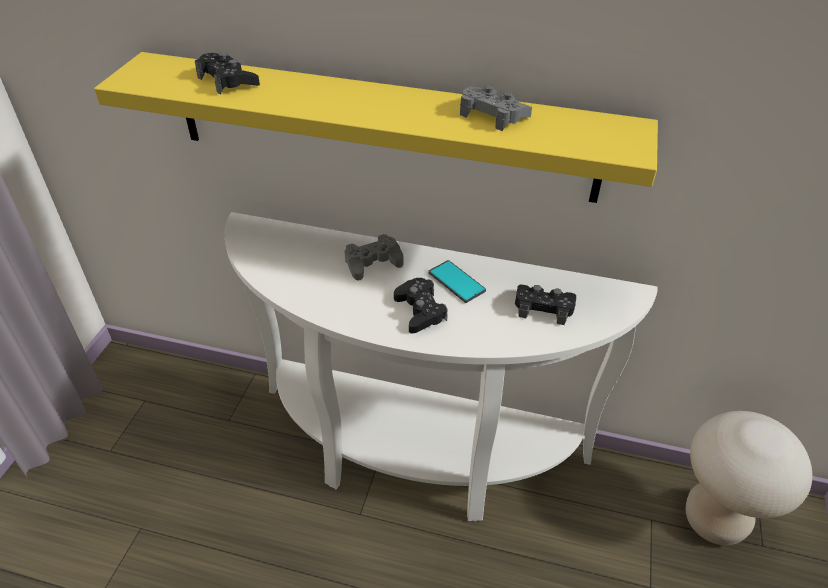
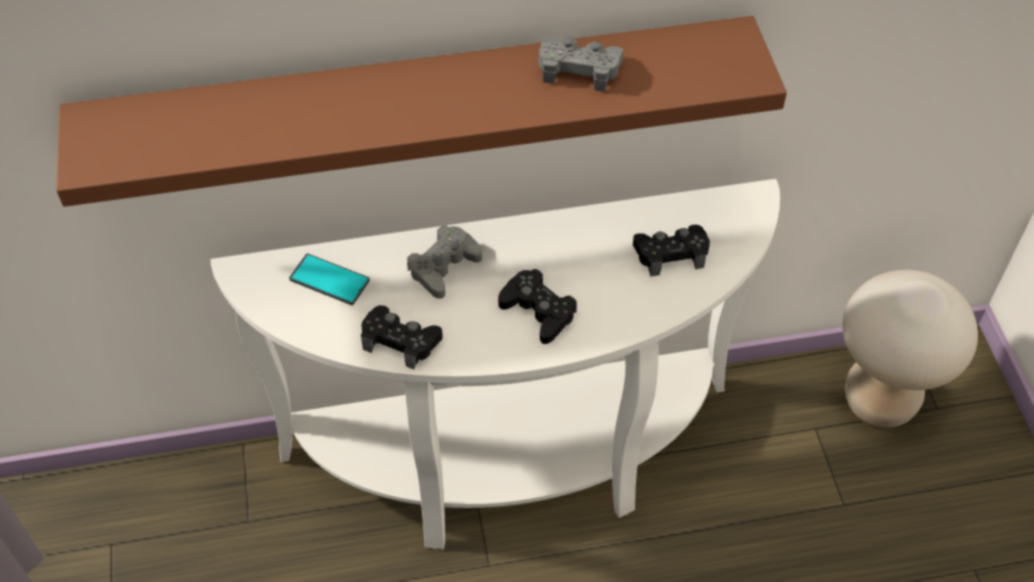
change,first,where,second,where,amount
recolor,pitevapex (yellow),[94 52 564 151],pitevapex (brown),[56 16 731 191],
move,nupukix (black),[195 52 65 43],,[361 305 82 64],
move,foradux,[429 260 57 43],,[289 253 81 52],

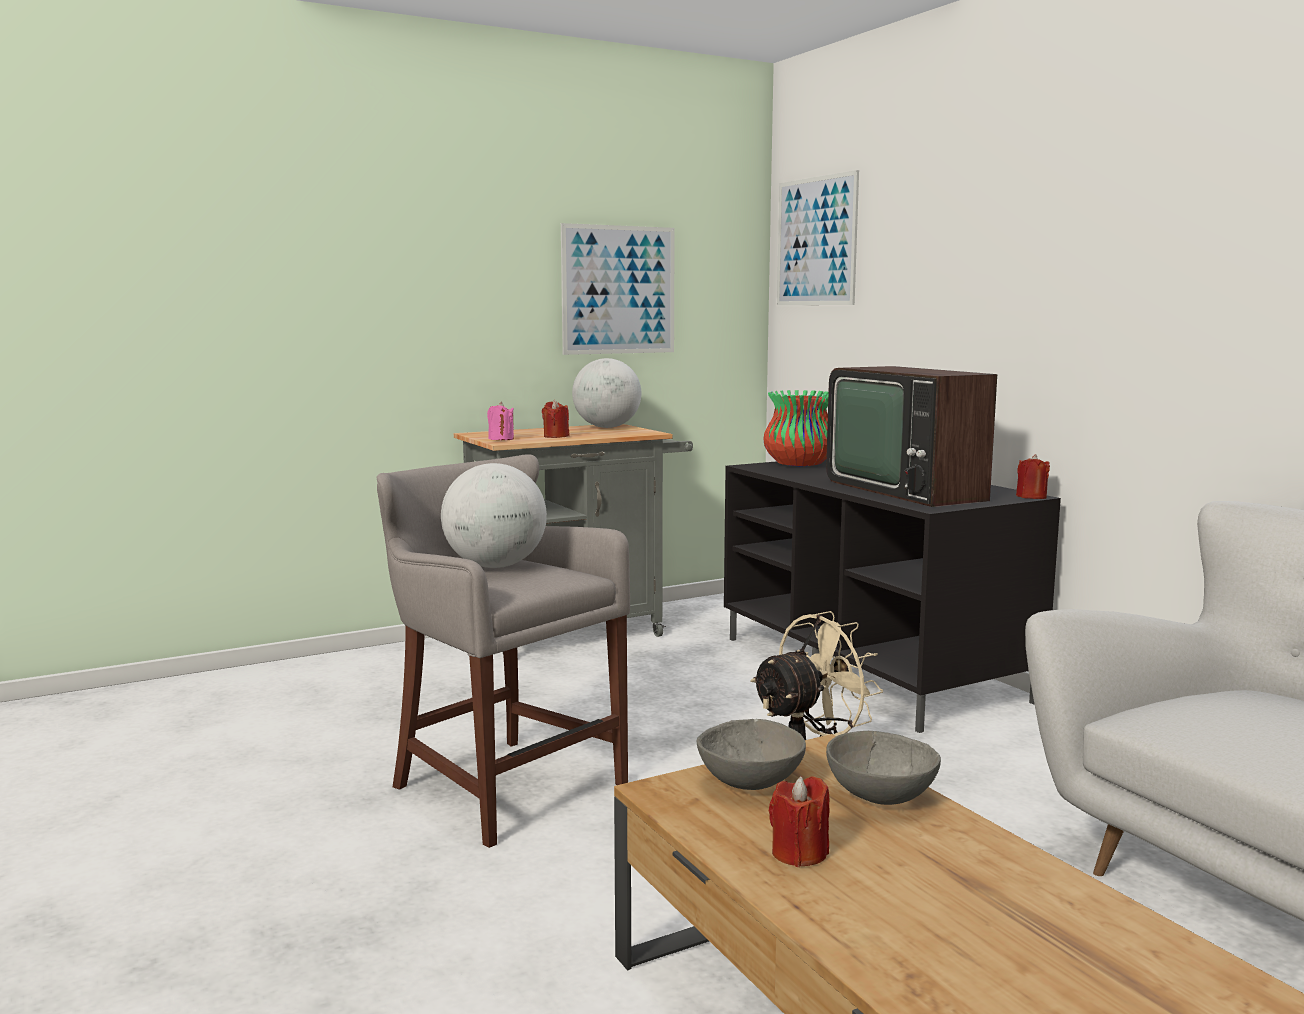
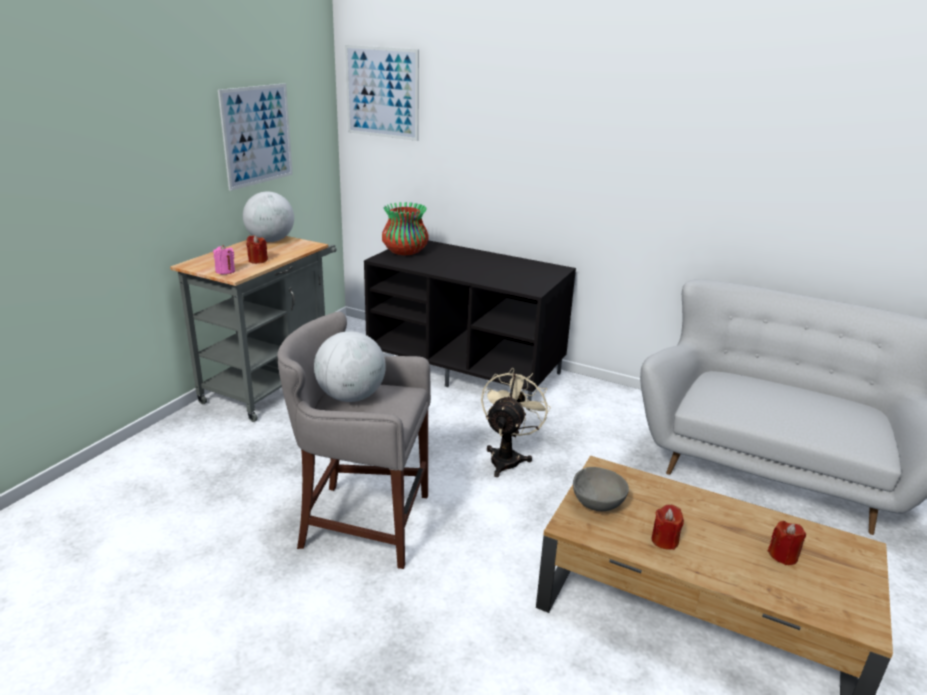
change,first,where,second,where,amount
delete,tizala,[826 366 171 141],,,
delete,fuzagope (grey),[826 731 115 74],,,
move,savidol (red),[1016 454 34 45],,[768 521 38 44],

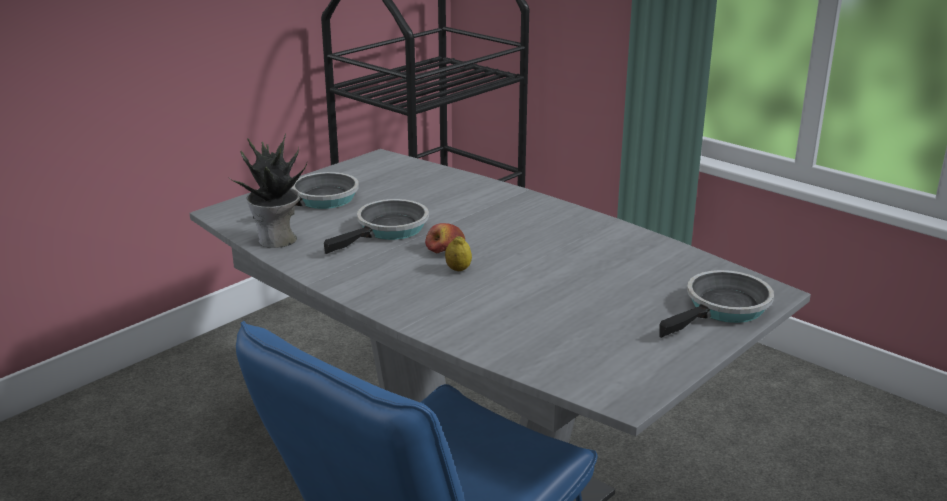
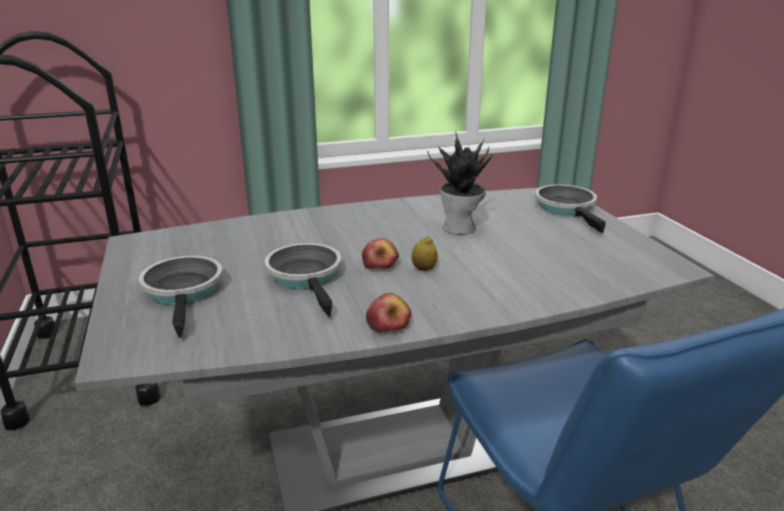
change,first,where,second,where,amount
move,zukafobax,[229 133 78 115],,[427 131 65 104],
insert,,,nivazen,[366 293 46 39],

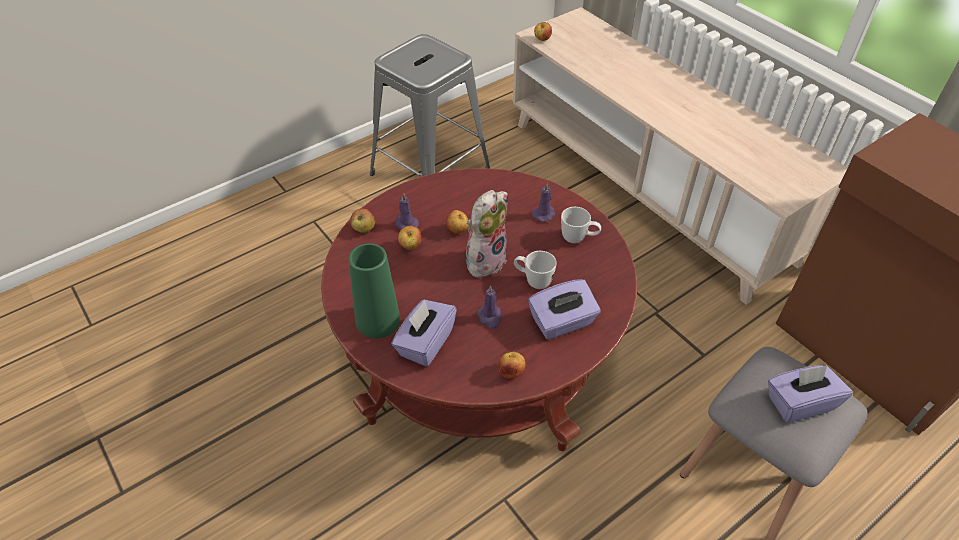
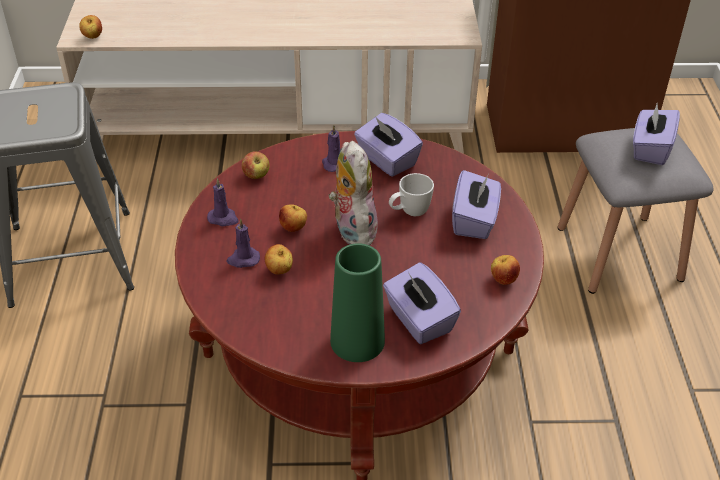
change,first,where,second,where,amount
move,nivazen,[350 208 25 25],,[242 152 28 27],
move,savidol (purple),[477 285 25 44],,[207 178 32 48],
replace,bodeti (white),[561 207 40 36],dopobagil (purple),[354 113 69 64],

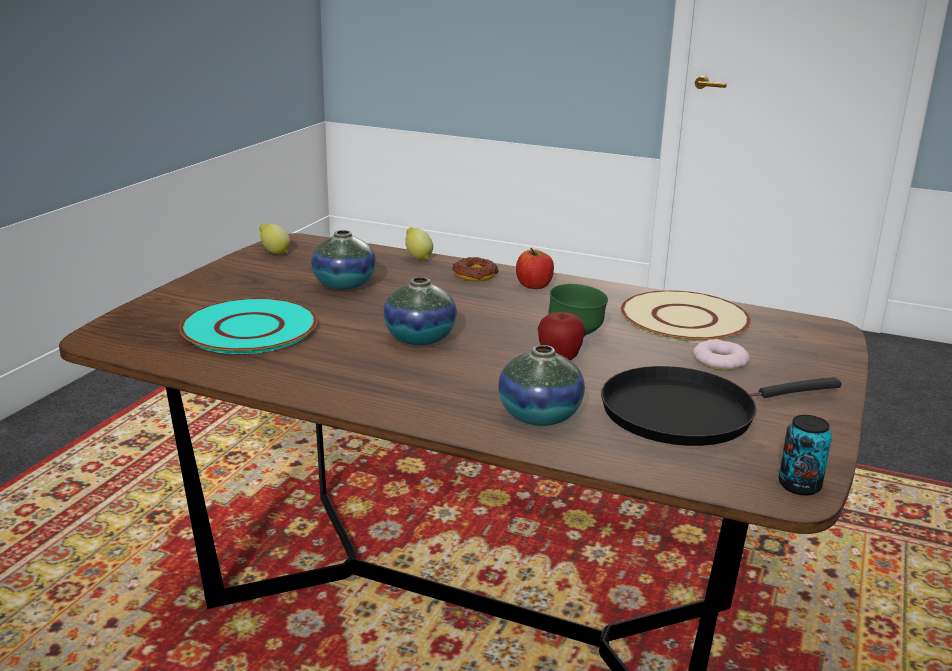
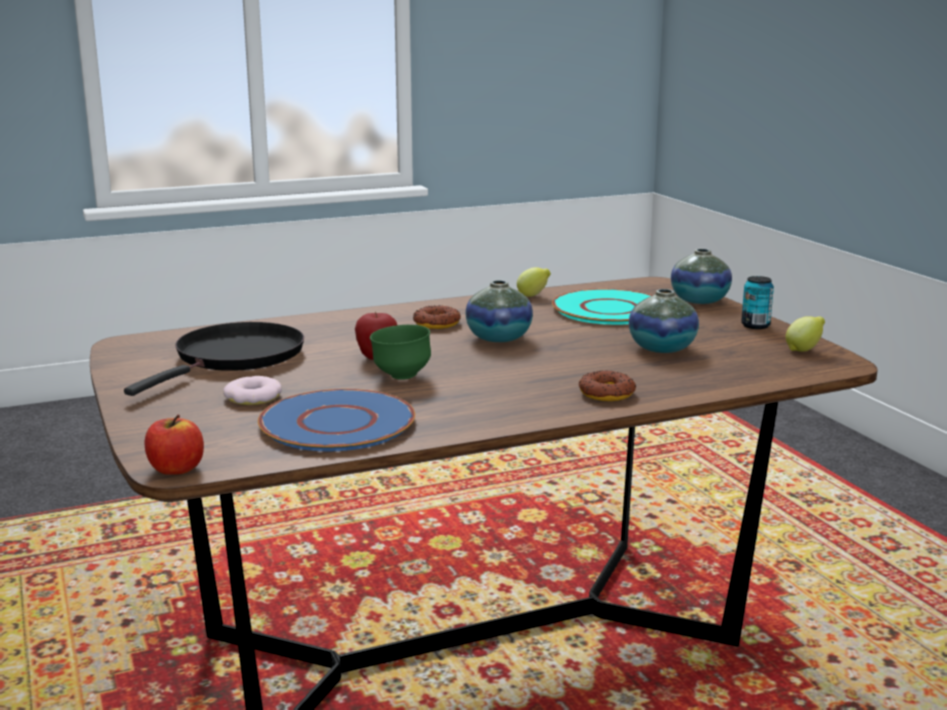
change,first,where,second,where,amount
move,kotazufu,[405 227 28 33],,[517 267 34 30],
move,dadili,[498 345 87 81],,[671 249 61 55],
move,nivazen,[516 248 38 41],,[145 415 59 60],
recolor,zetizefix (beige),[621 290 130 53],zetizefix (blue),[258 389 157 62],
move,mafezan,[779 415 53 81],,[741 276 33 53],
insert,,,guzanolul,[413 305 48 24],

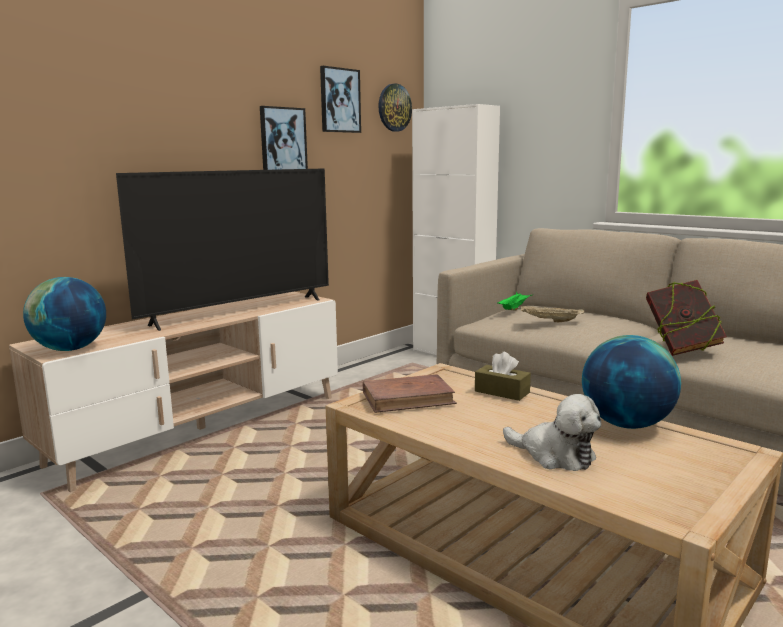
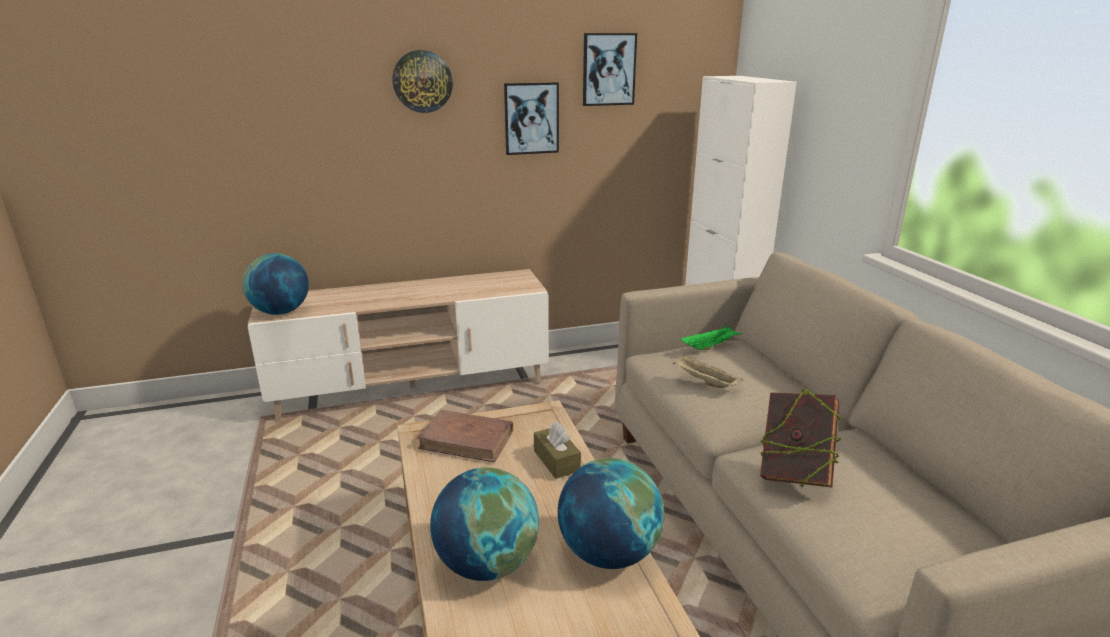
change,first,where,second,where,amount
delete,tizala,[116 169 213 162],,,
move,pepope,[378 84 34 48],,[393 50 60 63],
replace,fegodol,[503 394 98 77],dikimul,[430 467 109 114],

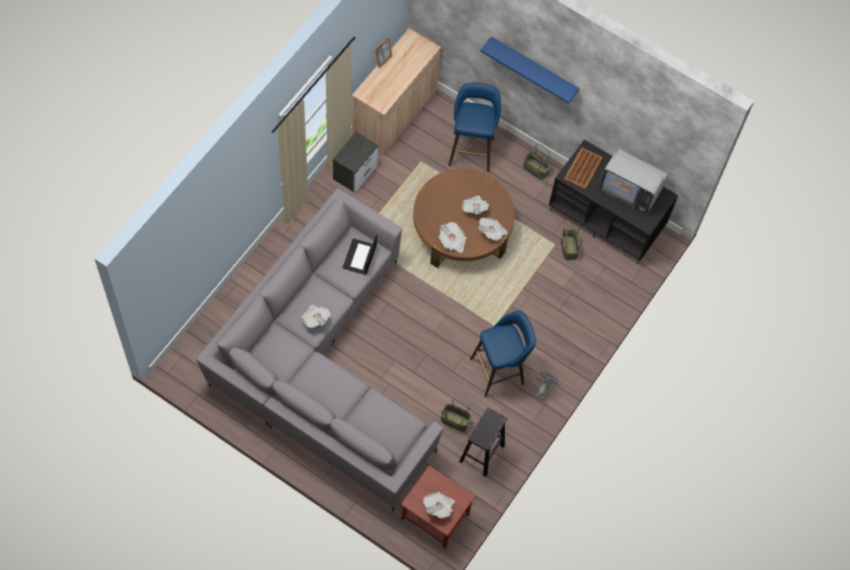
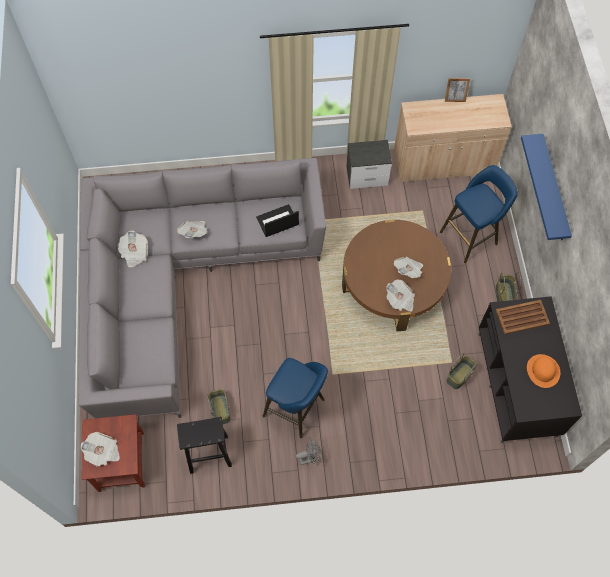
change,first,where,second,where,amount
move,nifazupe,[439 222 28 31],,[118 230 30 38],
replace,tizala,[599 149 69 64],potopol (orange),[527 354 33 34],

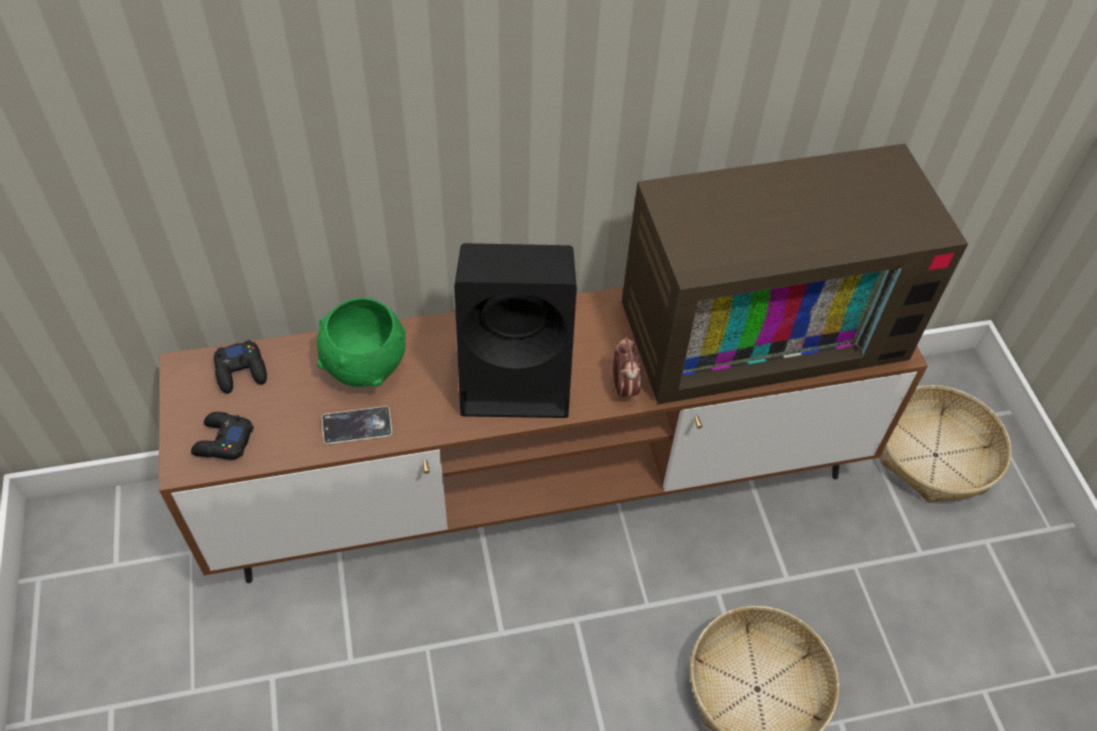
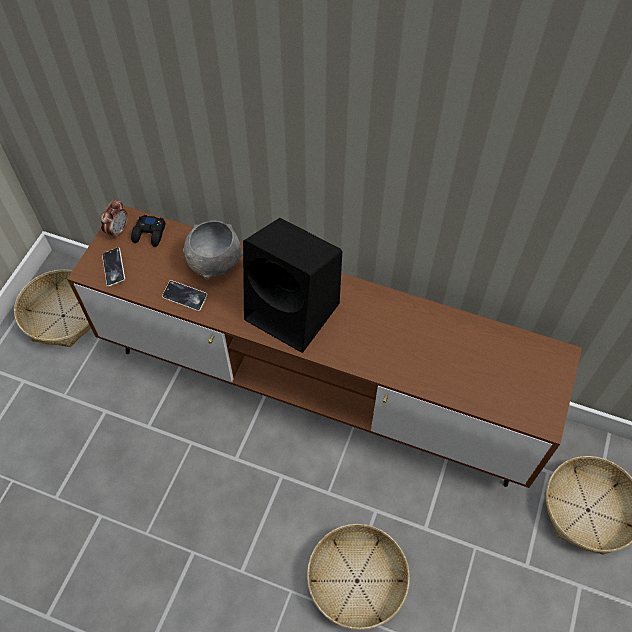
change,first,where,second,where,amount
replace,nupukix (black),[191 412 63 48],foradux,[102 247 23 40],
recolor,fuzagope (green),[317 297 89 90],fuzagope (grey),[183 220 60 60],
move,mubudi,[613 337 28 63],,[100 199 27 40],
delete,tizala,[622 143 346 261],,,
insert,,,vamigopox,[14 269 77 78],

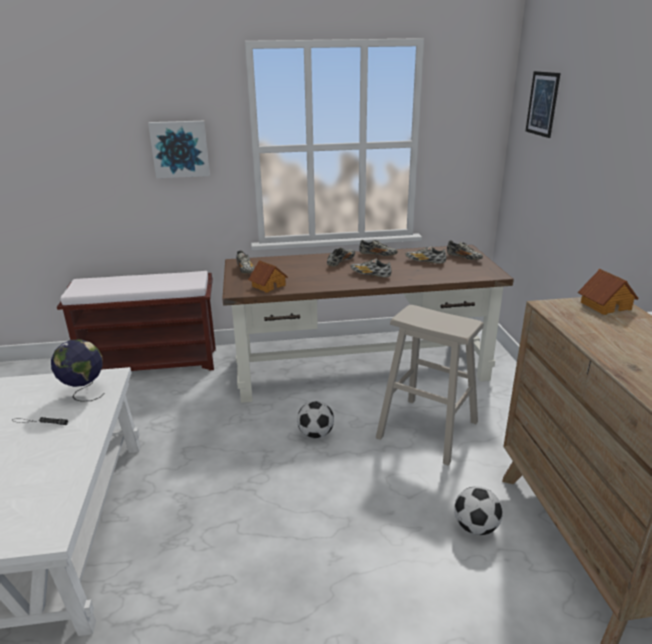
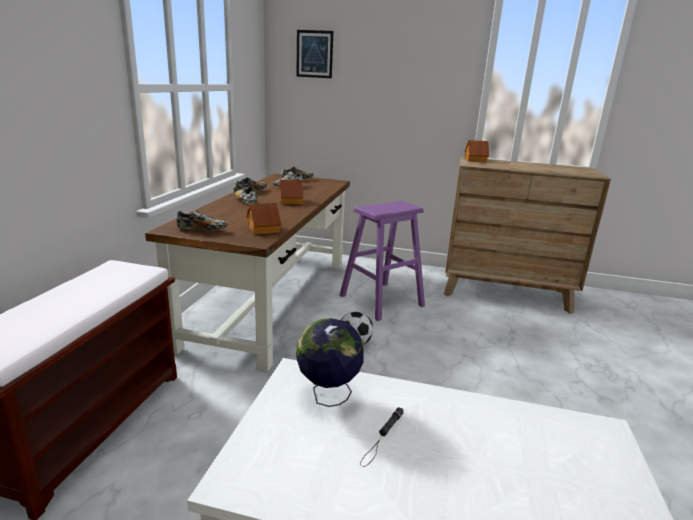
change,first,where,second,where,amount
delete,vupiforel,[148 121 62 57],,,
replace,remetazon,[350 258 42 19],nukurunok,[279 180 24 24],
recolor,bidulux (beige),[376 305 108 161],bidulux (purple),[340 201 85 120],
delete,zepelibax,[454 486 48 49],,,

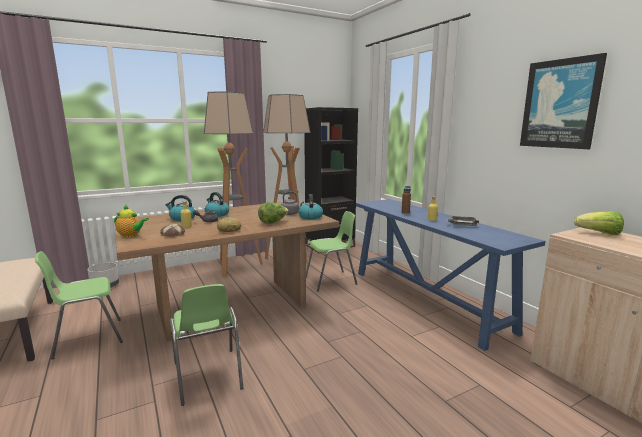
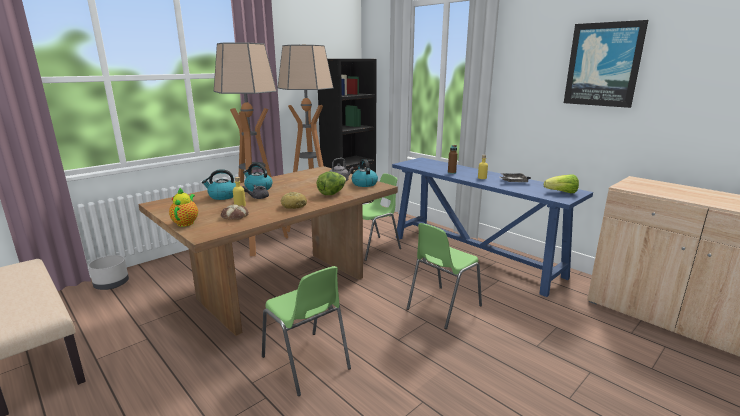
change,first,where,second,where,amount
move,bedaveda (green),[35 251 88 108],,[407 223 75 106],
rotate,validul,[114 205 35 33],,[169 187 29 40],90 degrees counterclockwise
move,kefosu,[574 211 50 24],,[544 174 35 19],

